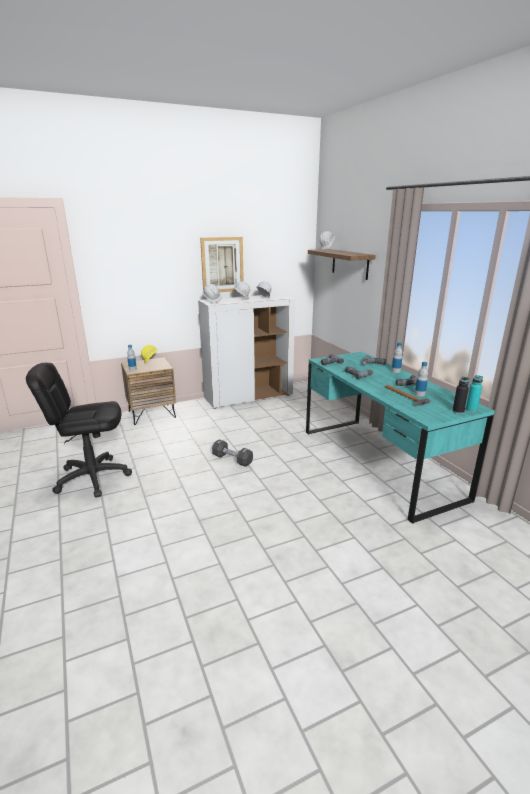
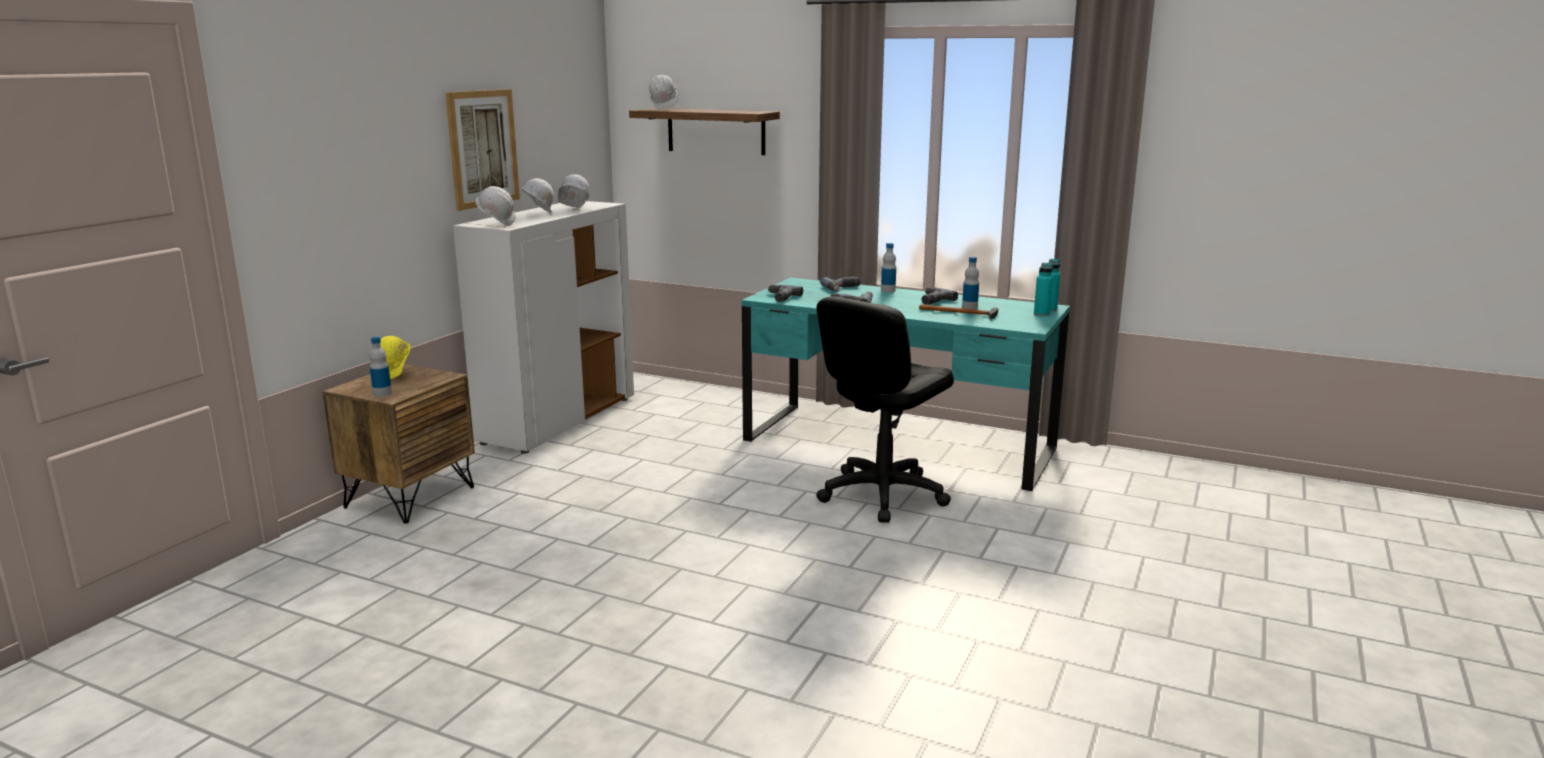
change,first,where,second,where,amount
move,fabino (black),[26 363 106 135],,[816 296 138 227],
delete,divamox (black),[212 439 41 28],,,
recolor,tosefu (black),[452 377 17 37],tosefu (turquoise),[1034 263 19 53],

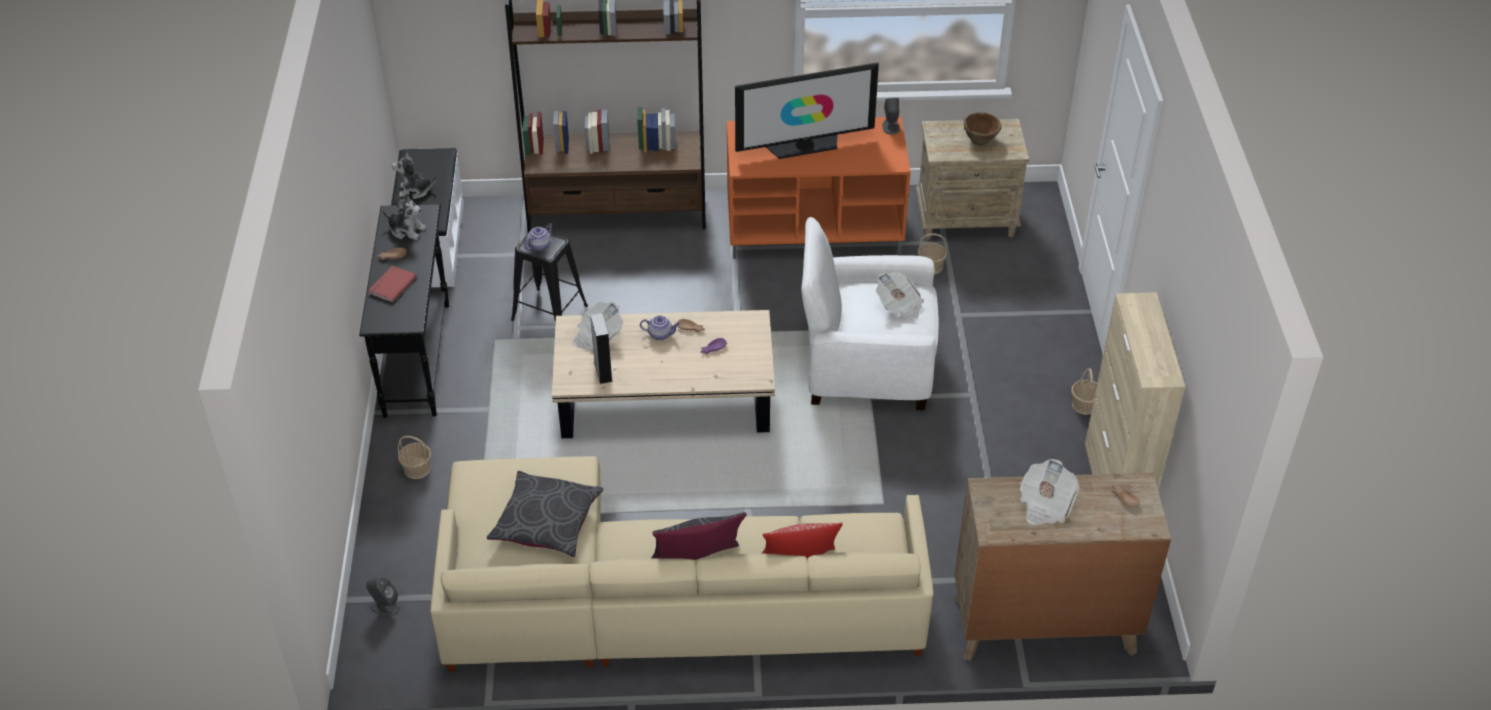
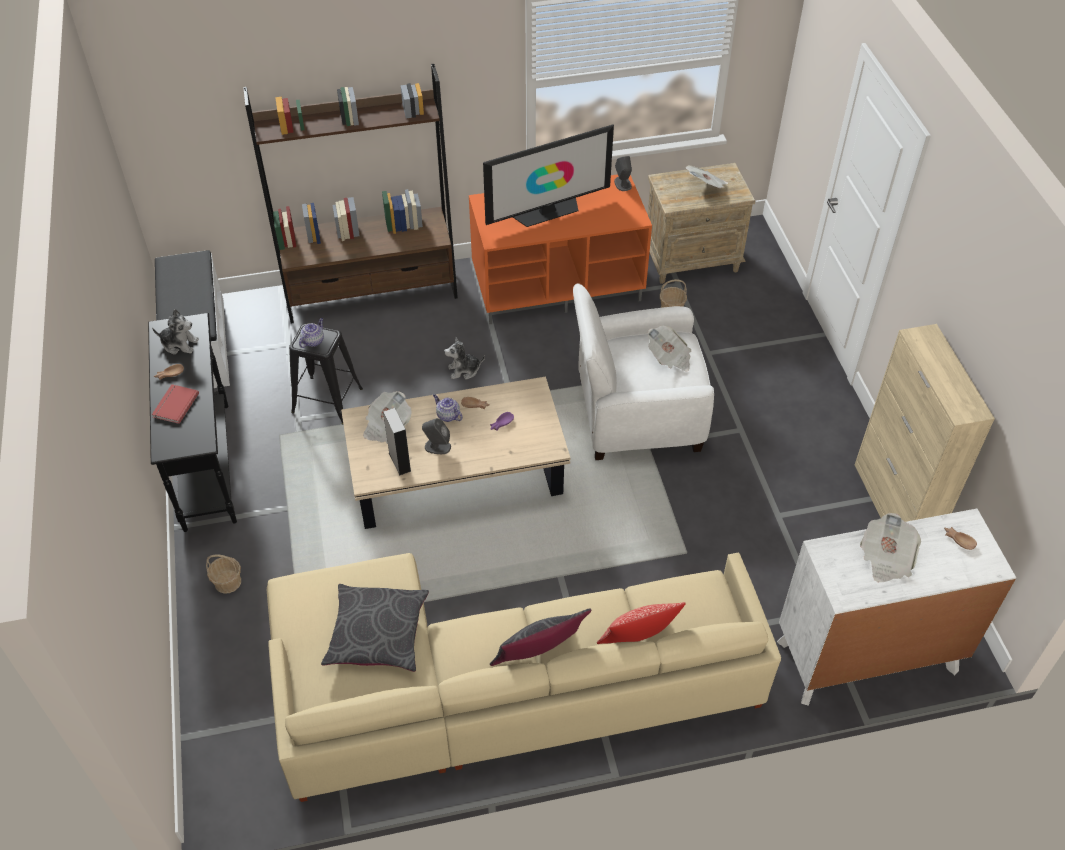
change,first,where,second,where,amount
move,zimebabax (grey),[366 577 34 39],,[422 418 29 36],
move,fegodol,[392 152 45 47],,[444 337 41 43],
rotate,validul,[640 315 40 25],,[433 394 30 28],135 degrees counterclockwise
recolor,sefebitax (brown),[954 473 217 188],sefebitax (white),[777 509 239 197],
replace,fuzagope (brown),[964 112 37 33],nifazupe,[686 165 42 24],
delete,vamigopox,[1071 368 26 47],,,

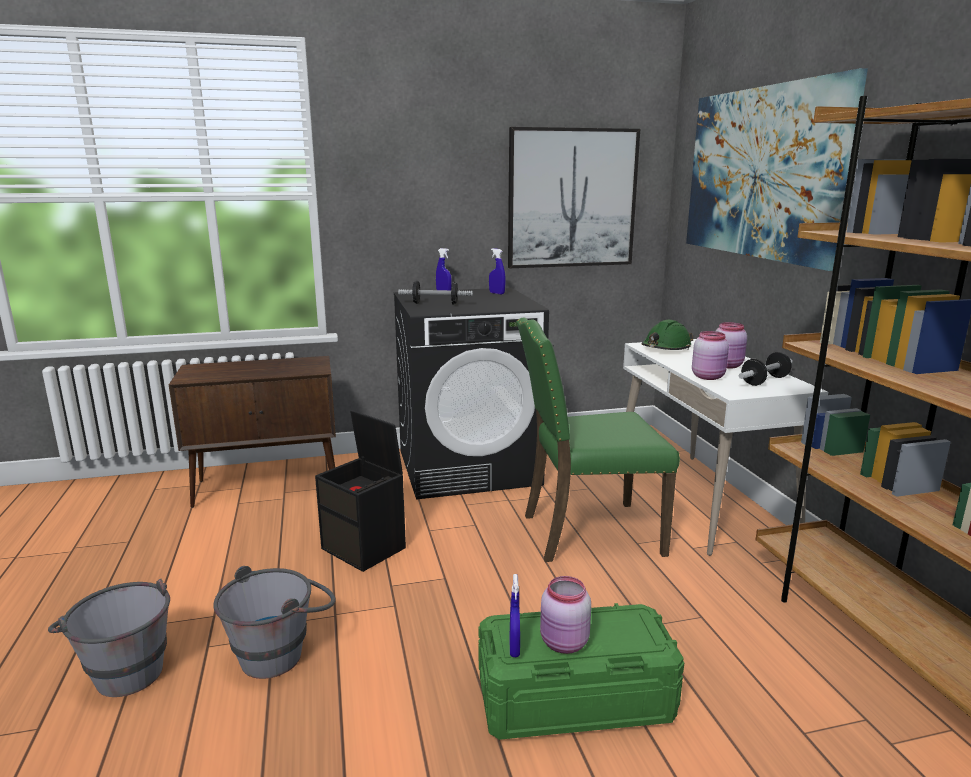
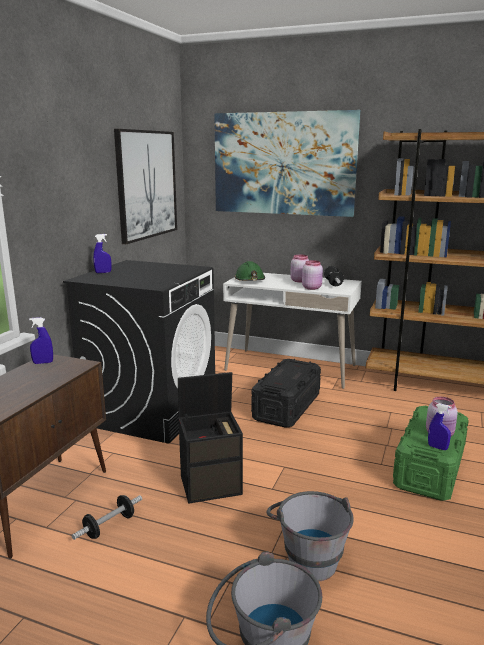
change,first,where,second,where,amount
move,divamox,[398 281 75 24],,[72 495 70 45],
move,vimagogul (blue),[489 248 17 47],,[29 317 24 47],
replace,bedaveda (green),[516 318 164 244],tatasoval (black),[251 359 70 69],

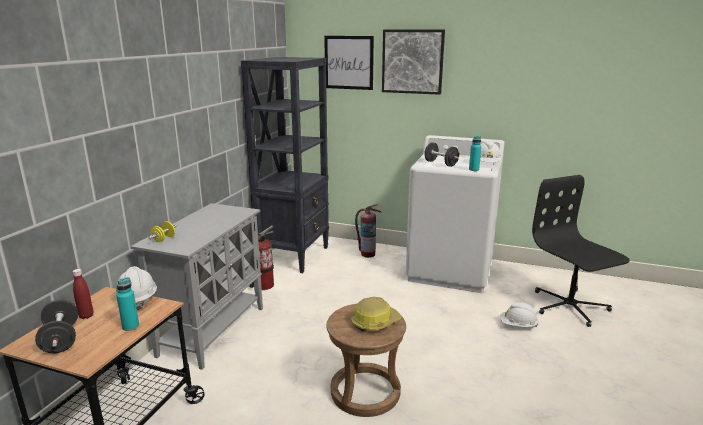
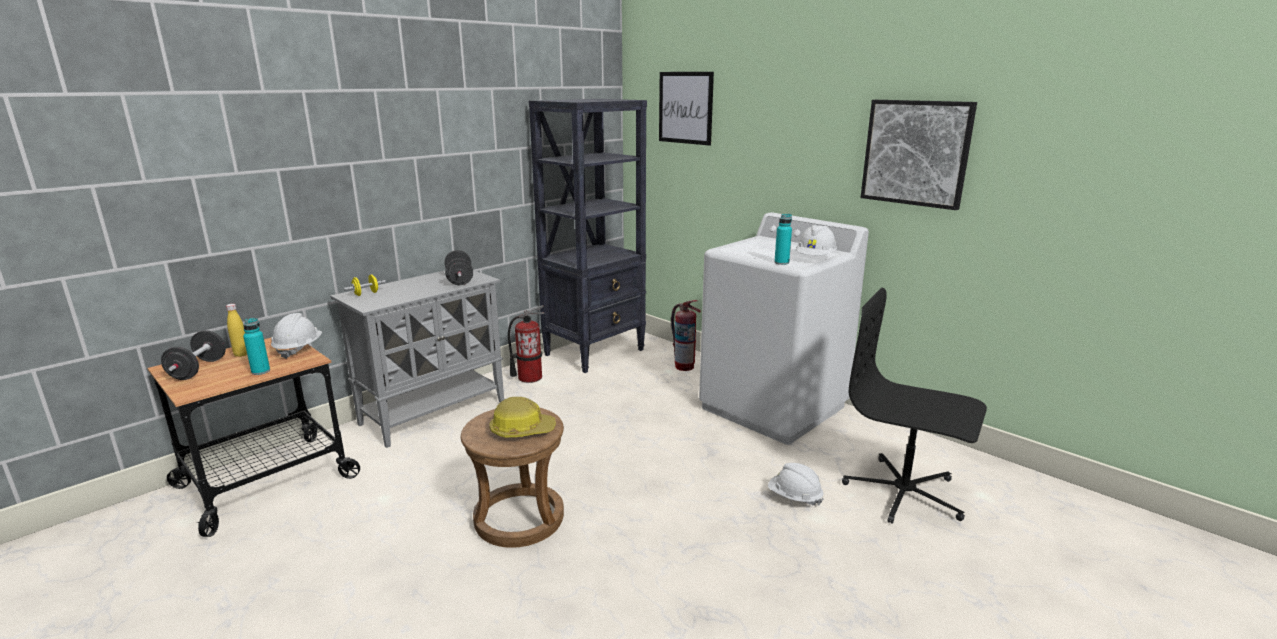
change,first,where,second,where,amount
recolor,tosefu (red),[72 269 21 50],tosefu (yellow),[226 304 21 53],
move,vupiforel,[382 30 63 65],,[860 100 117 110],
move,divamox (black),[425 142 34 25],,[445 250 28 35],
rotate,fabino (black),[532 175 98 152],,[842 287 145 237],60 degrees counterclockwise

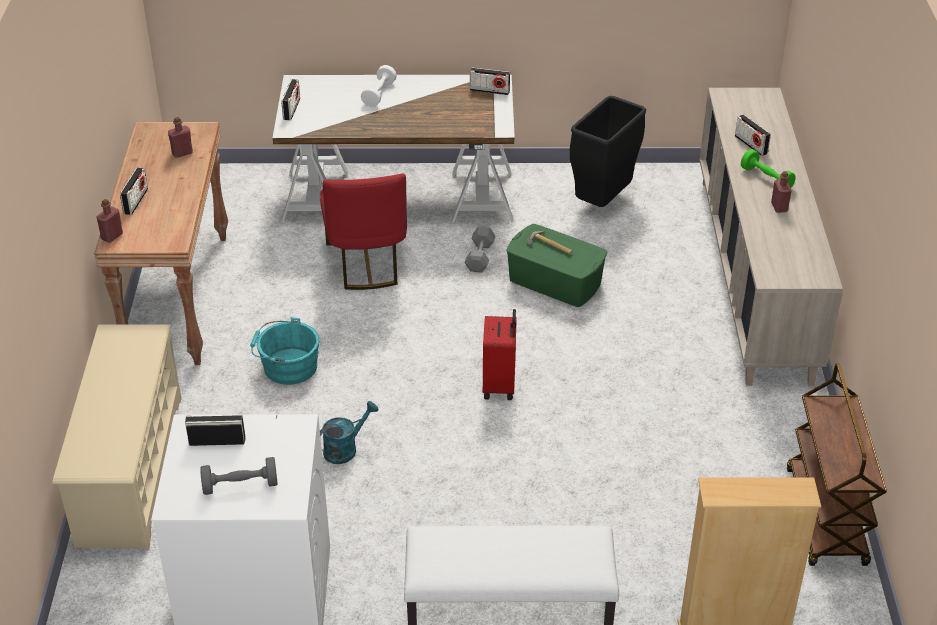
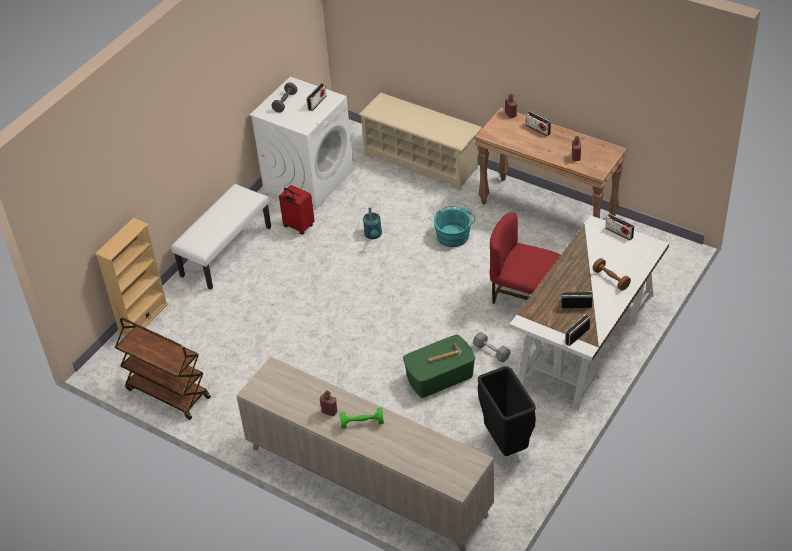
change,first,where,second,where,amount
recolor,divamox (white),[361 65 36 42],divamox (brown),[593 258 38 32],
move,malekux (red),[483 309 34 91],,[279 185 36 50],
move,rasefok,[735 114 36 42],,[561 291 32 17],

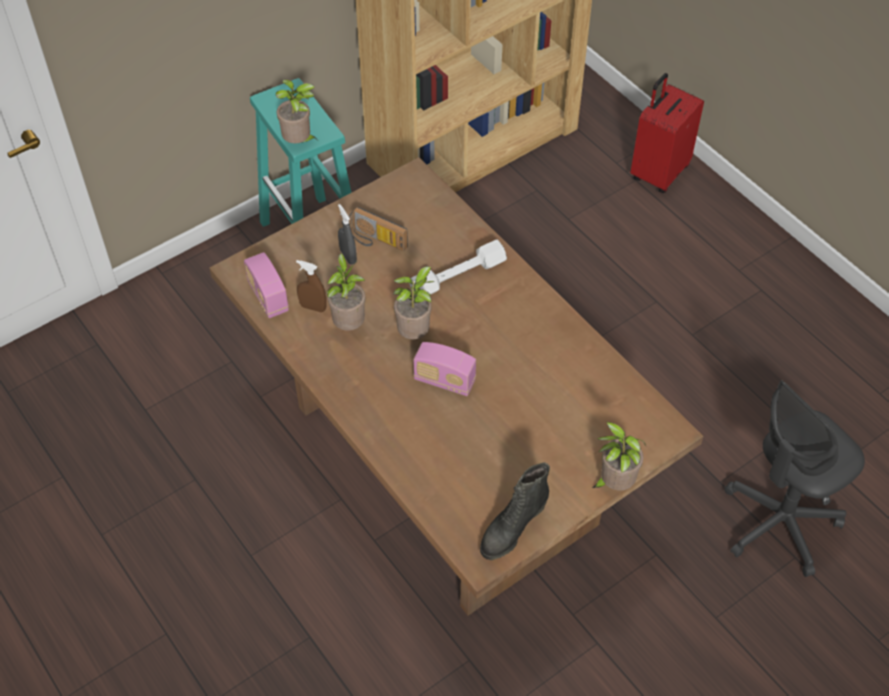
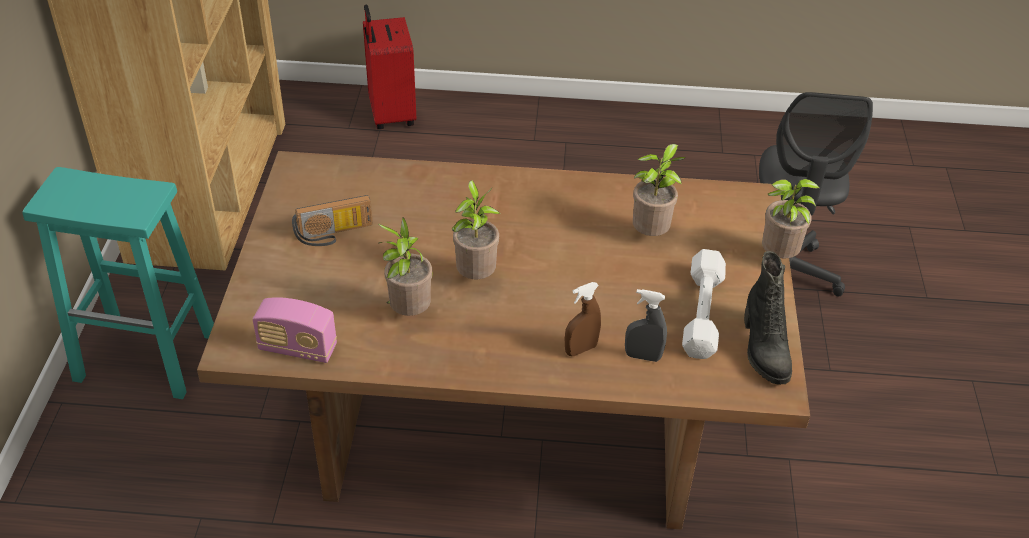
change,first,where,second,where,amount
move,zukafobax,[276 79 40 64],,[633 144 53 92],
move,vimagogul (brown),[296 260 31 52],,[565 282 36 74],
move,vimagogul (grey),[338 204 19 61],,[625 289 42 73],
move,divamox (white),[409 240 98 54],,[682 249 44 110],
delete,rasefok,[414 342 62 54],,,

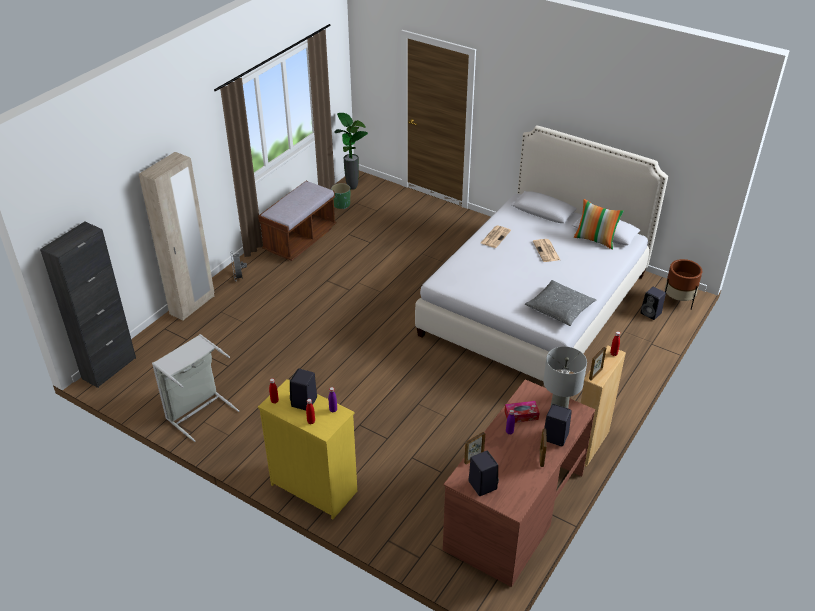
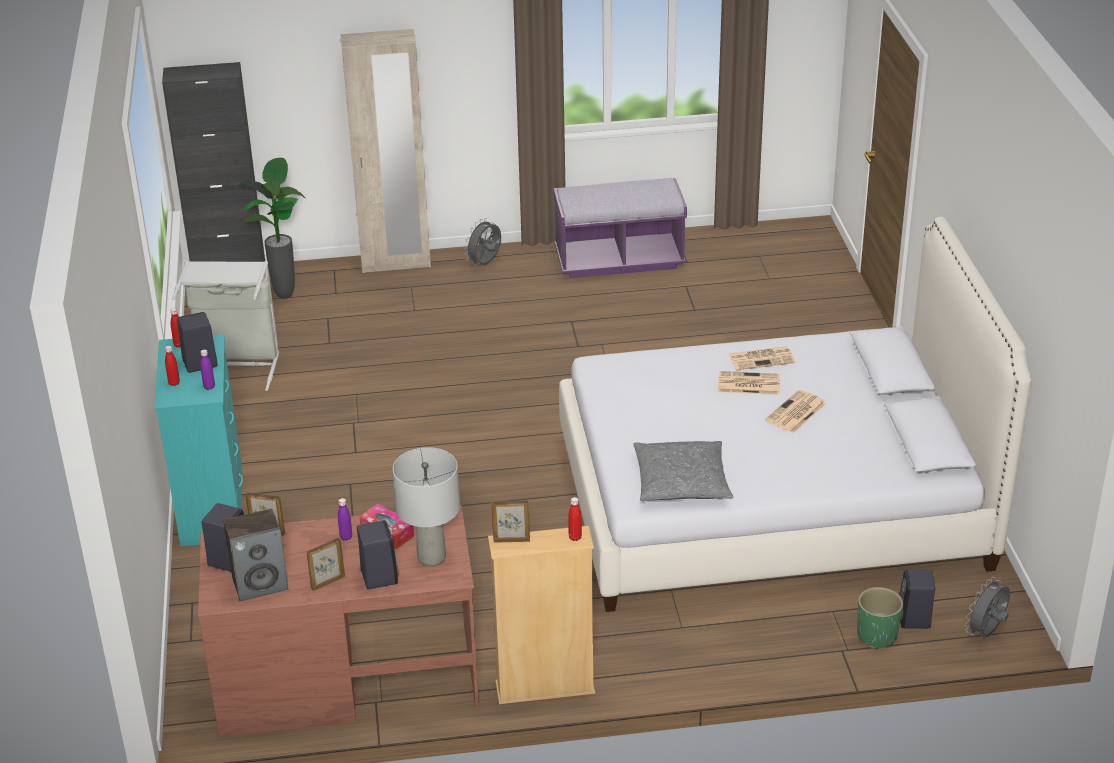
change,first,where,second,where,amount
recolor,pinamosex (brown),[258 181 78 80],pinamosex (purple),[554 178 133 100],
recolor,sefebitax (yellow),[258 379 99 140],sefebitax (turquoise),[154 334 89 212],
move,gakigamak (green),[331 183 19 26],,[857 587 46 61],
move,zukafobax,[334 113 34 77],,[239 158 67 141],
delete,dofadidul,[574 199 50 51],,,
replace,gakigamak (brown),[665 259 37 51],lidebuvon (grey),[965 577 45 61],
insert,,,zimebabax,[223 509 65 92],
insert,,,nifazupe,[718 371 62 24],

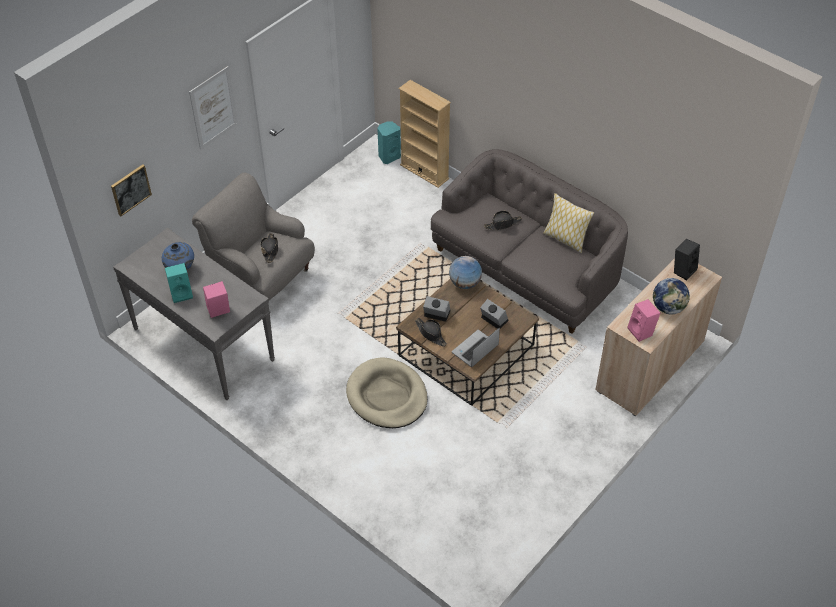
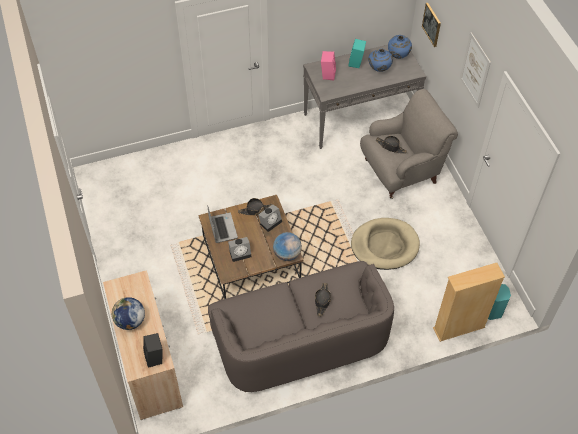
change,first,where,second,where,amount
move,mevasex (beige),[346 357 82 71],,[351 218 69 52],
delete,dofadidul,[543 193 51 60],,,
delete,zimebabax (pink),[628 299 32 43],,,
insert,,,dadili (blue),[388 35 24 24],

